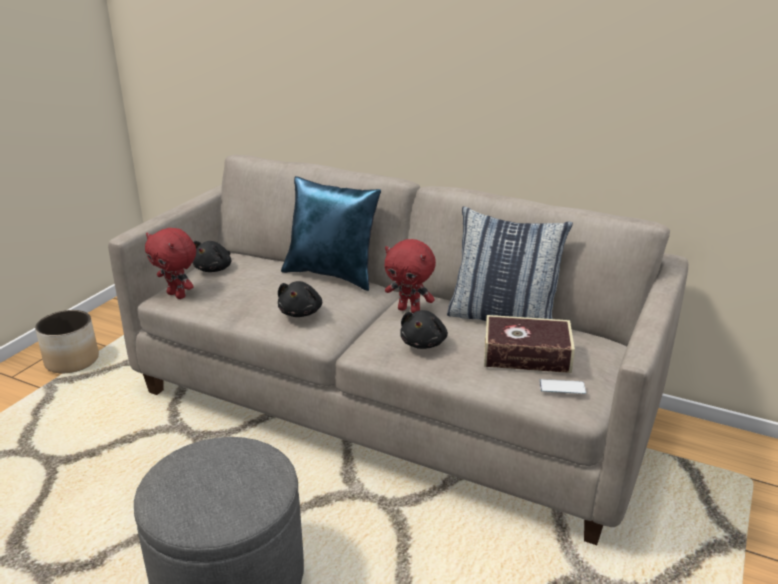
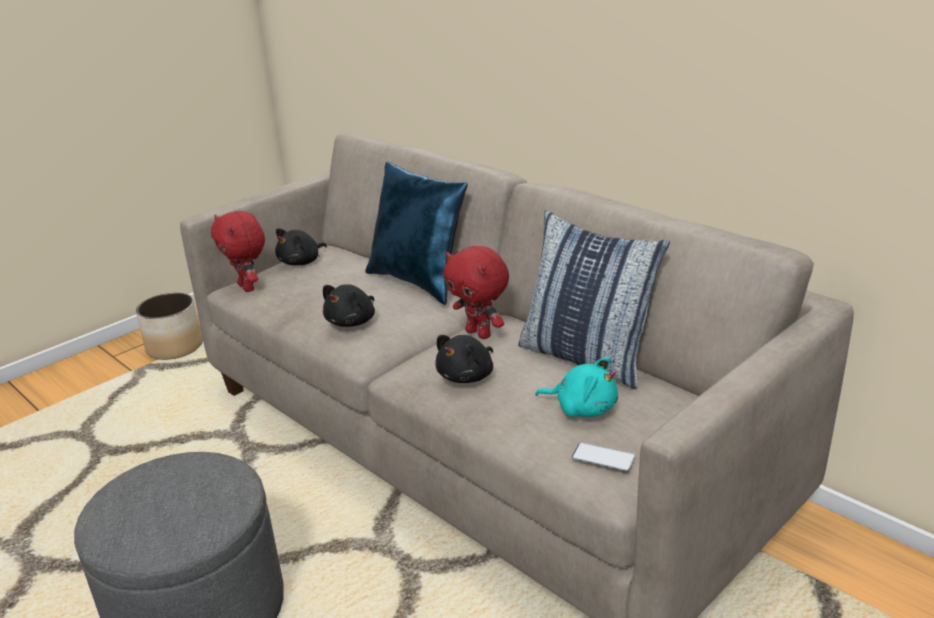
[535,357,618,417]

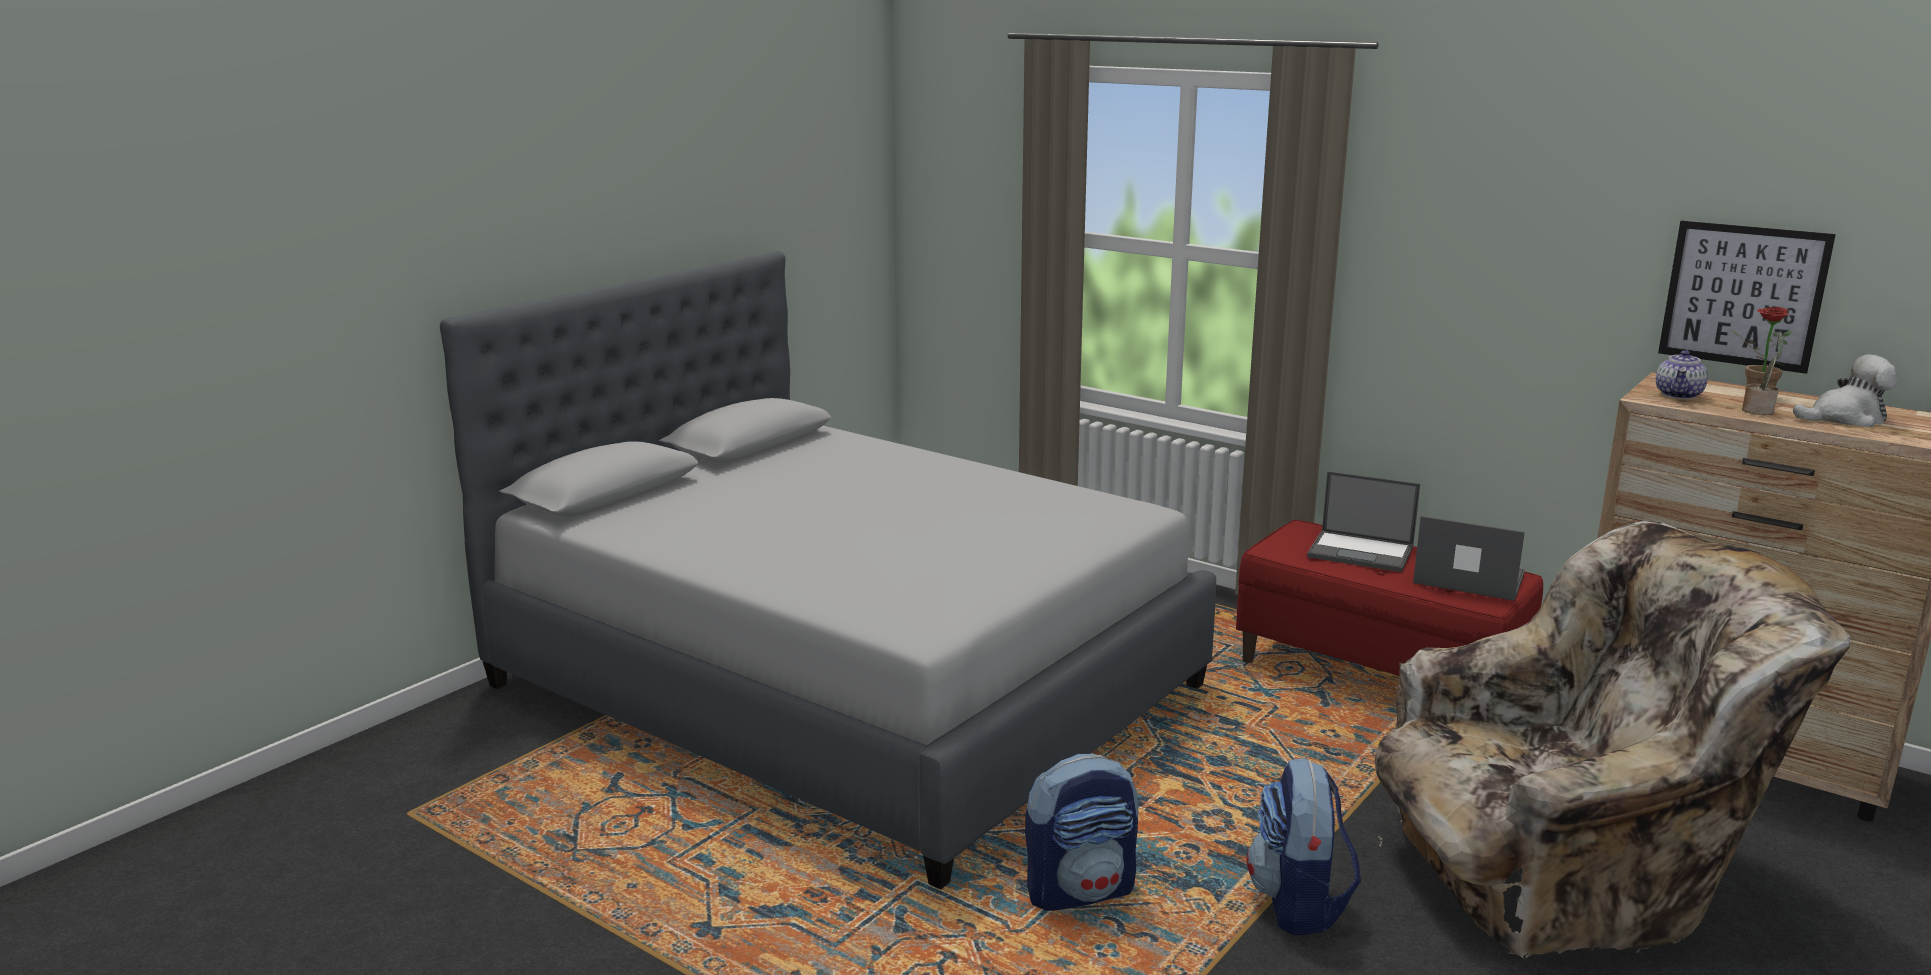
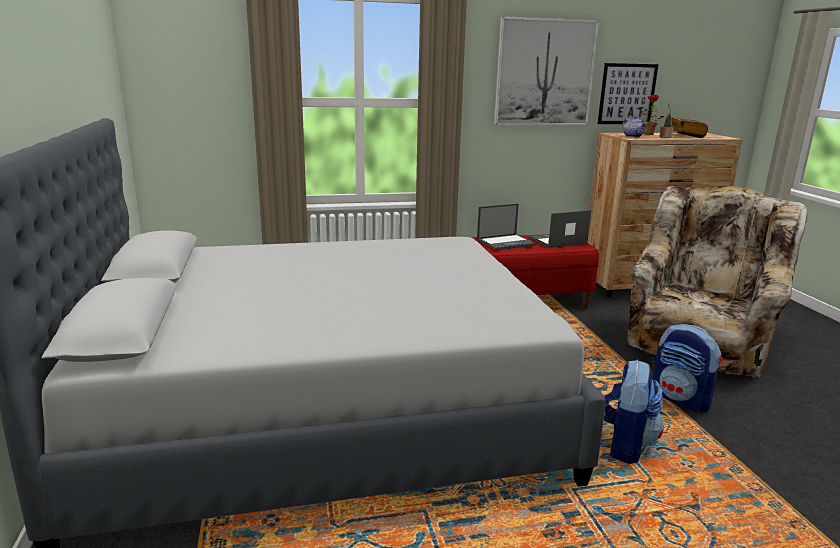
[494,16,600,125]
[671,118,708,138]

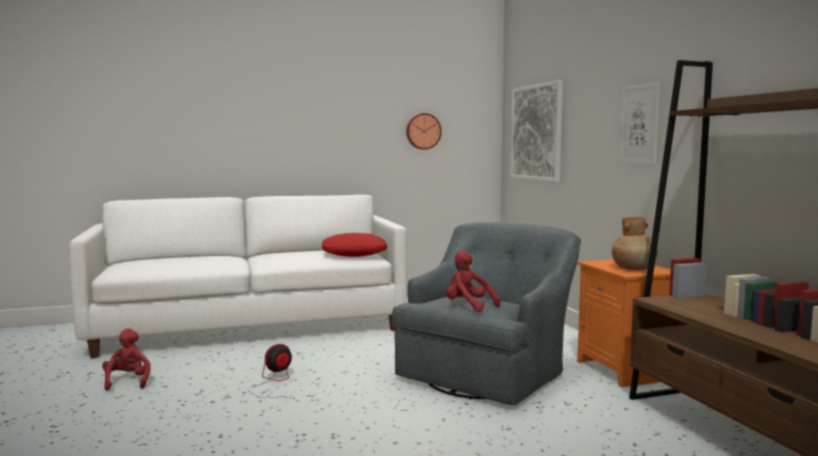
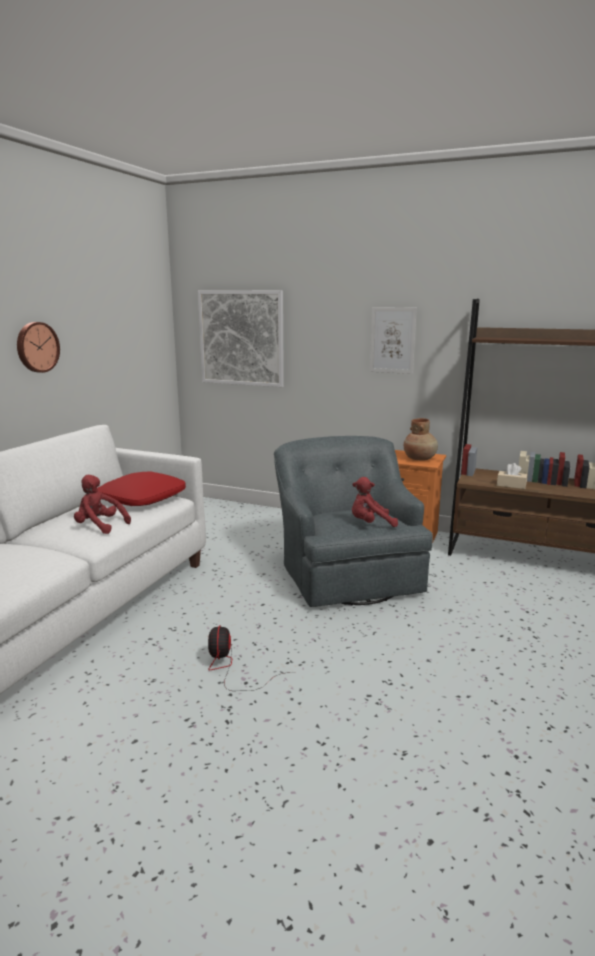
[17,322,60,373]
[74,475,131,534]
[497,463,527,489]

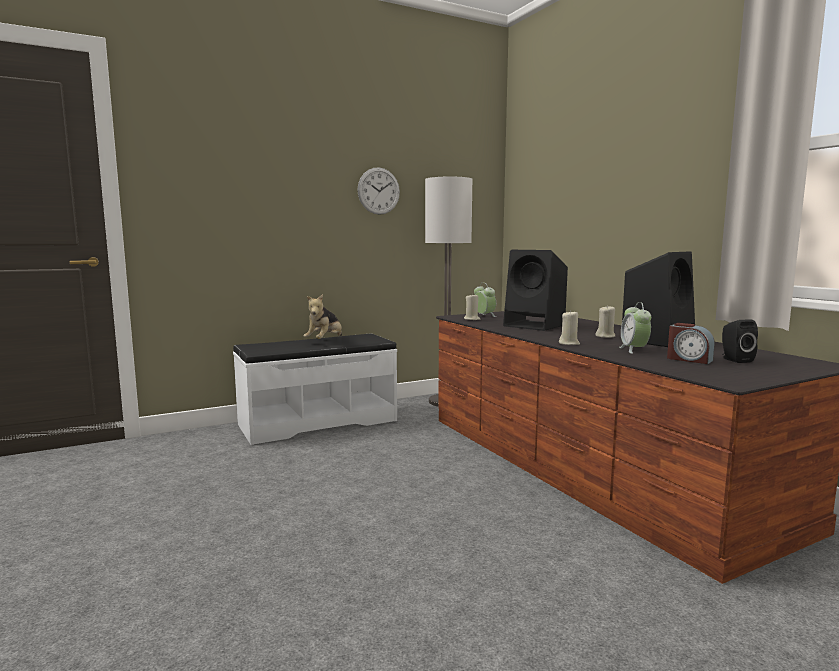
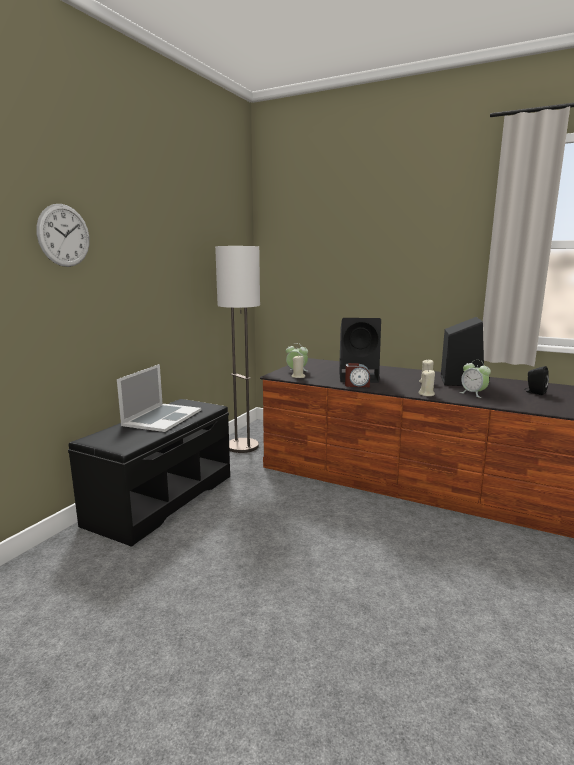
[36,204,90,267]
[68,399,230,547]
[117,364,201,432]
[345,363,370,387]

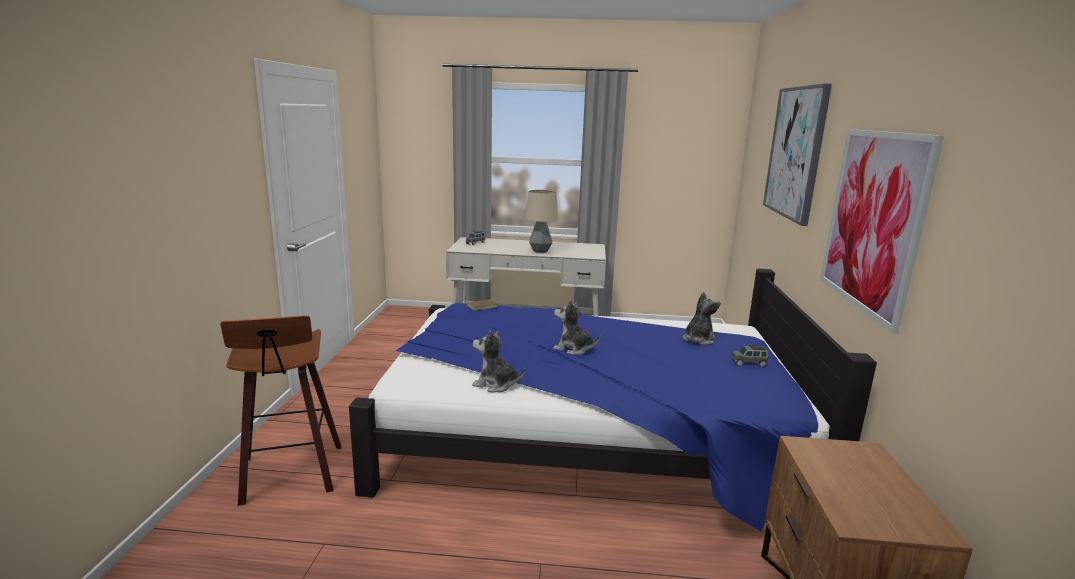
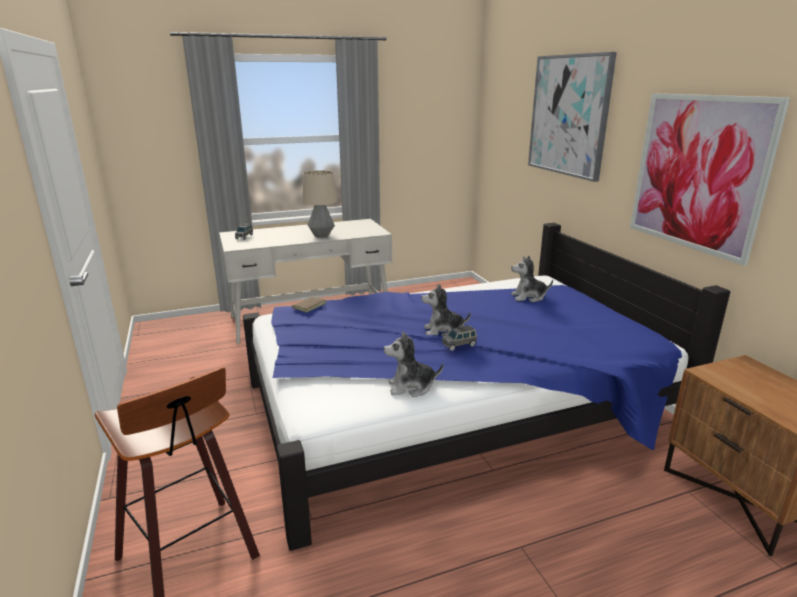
[442,325,477,351]
[511,256,553,302]

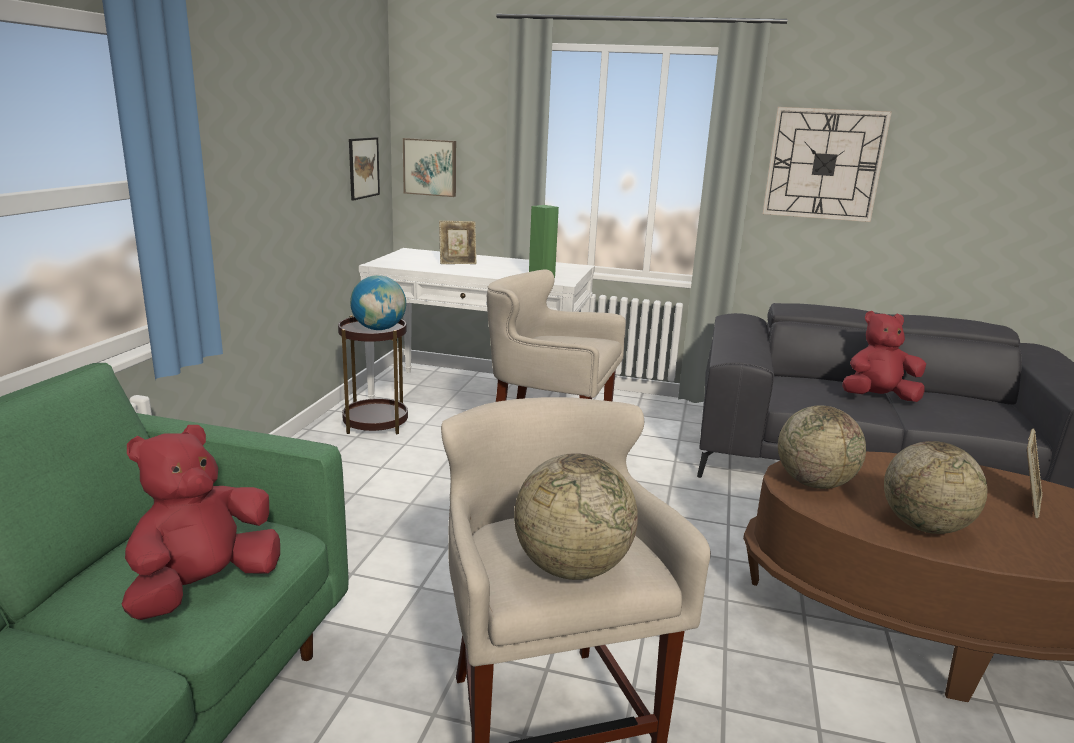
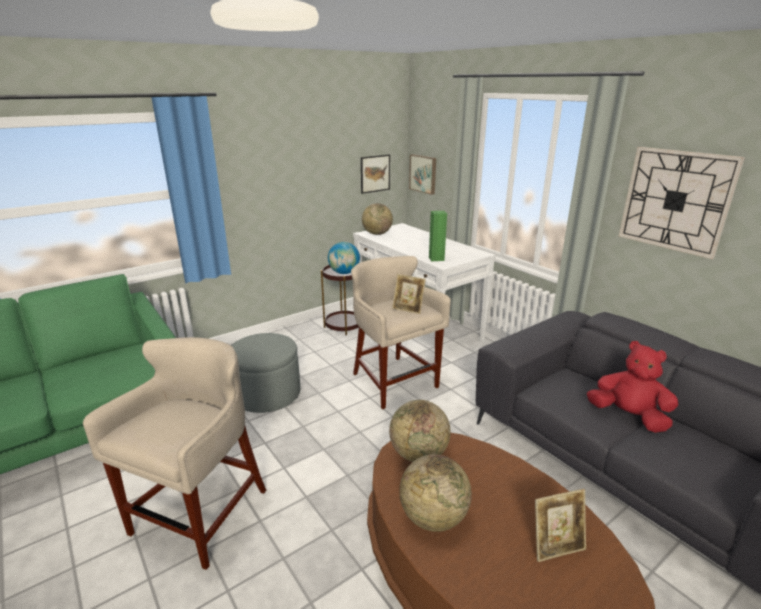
[231,333,300,413]
[362,203,393,235]
[392,274,426,314]
[122,425,280,620] (first image)

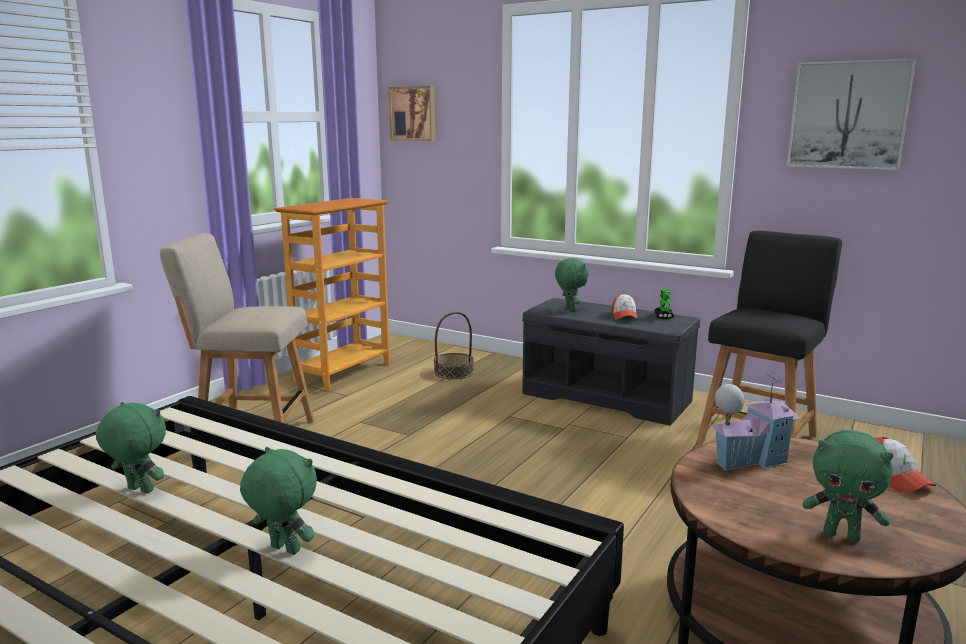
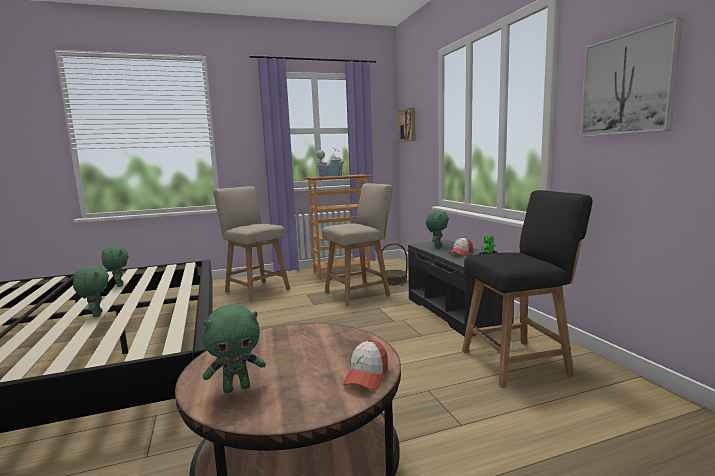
[202,305,266,393]
[316,149,345,177]
[322,183,393,306]

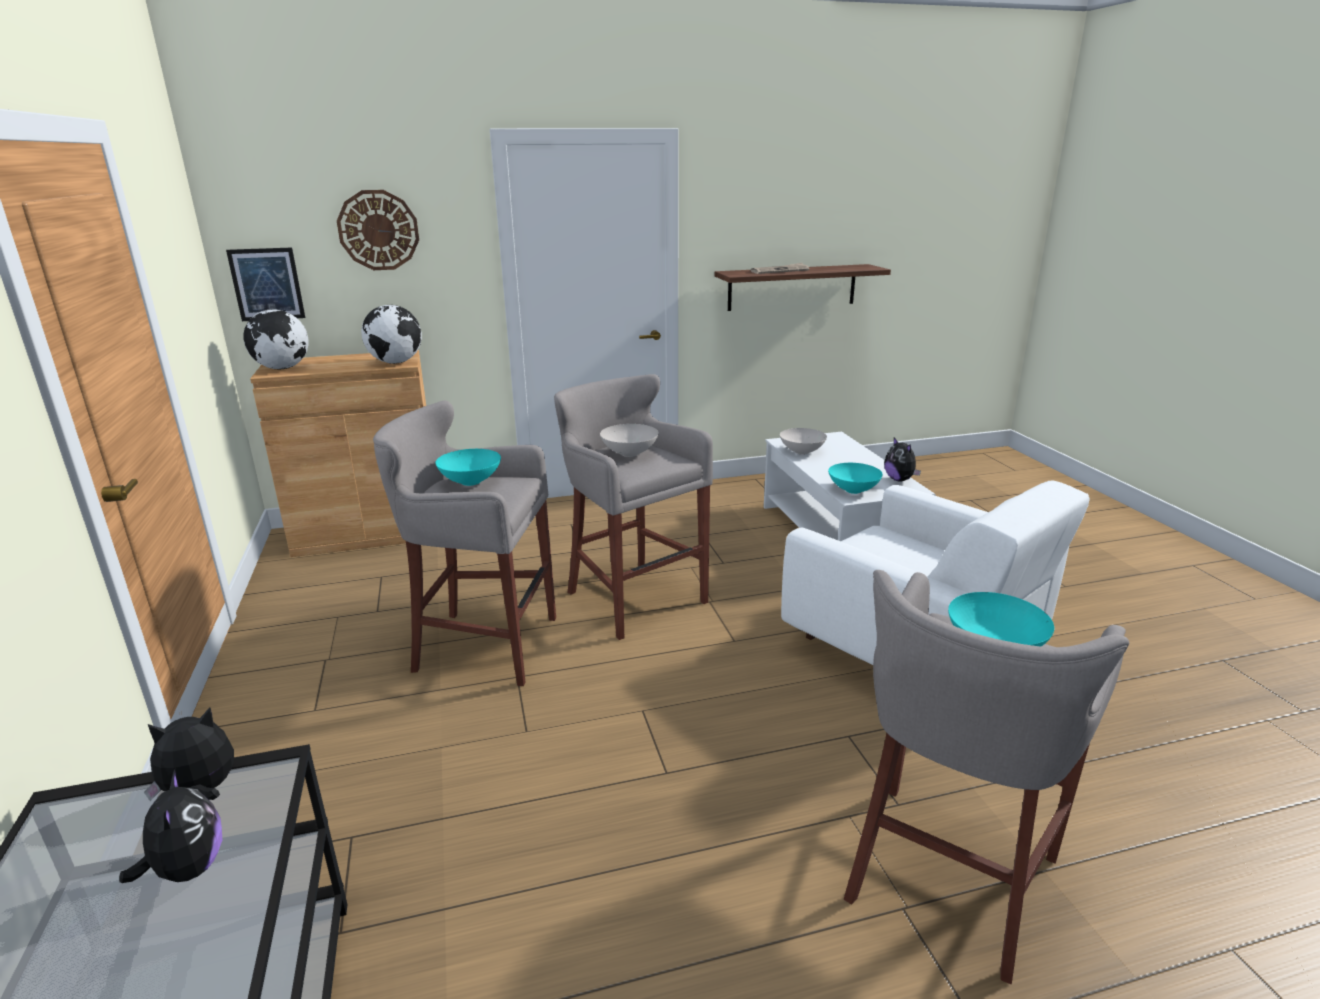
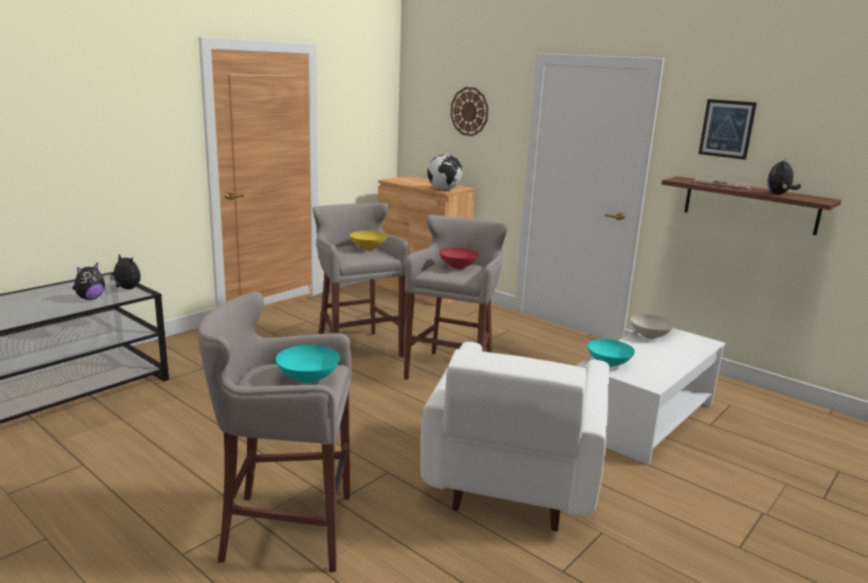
[350,231,387,250]
[439,247,479,269]
[698,99,757,160]
[767,160,801,194]
[243,309,308,369] (first image)

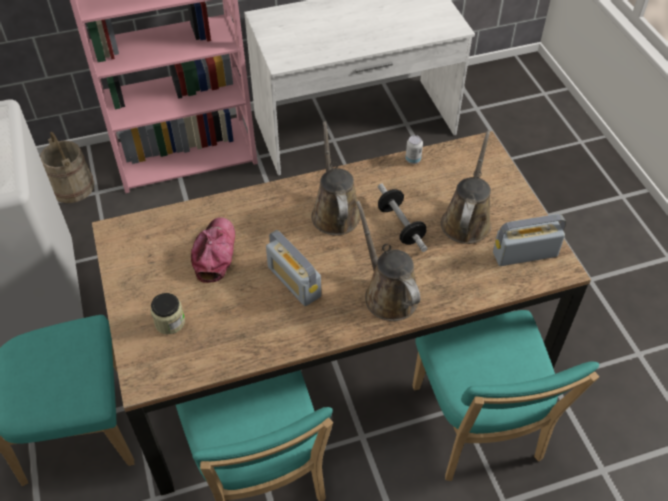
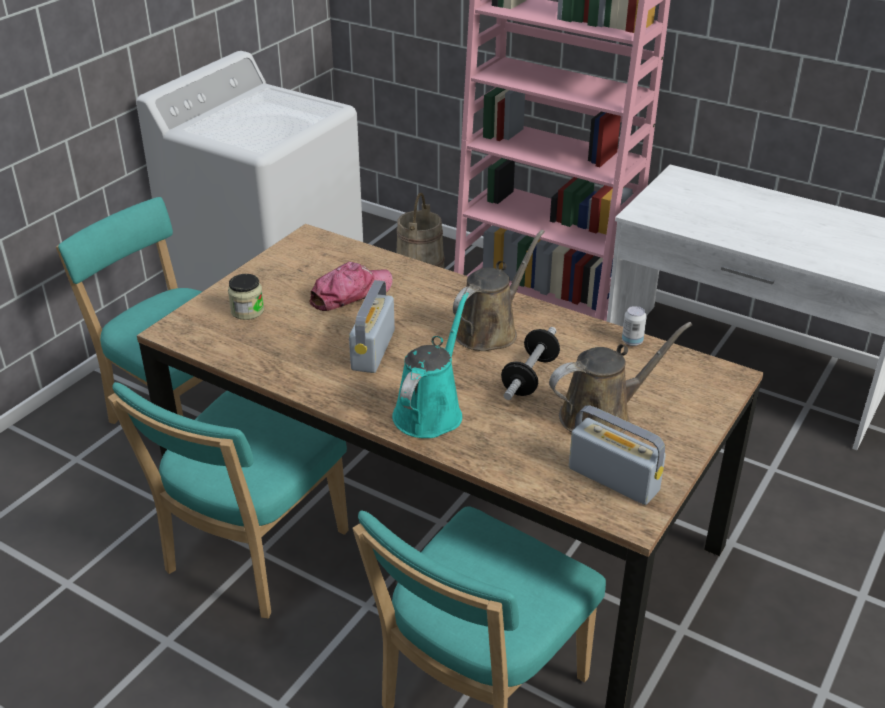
[392,292,469,438]

